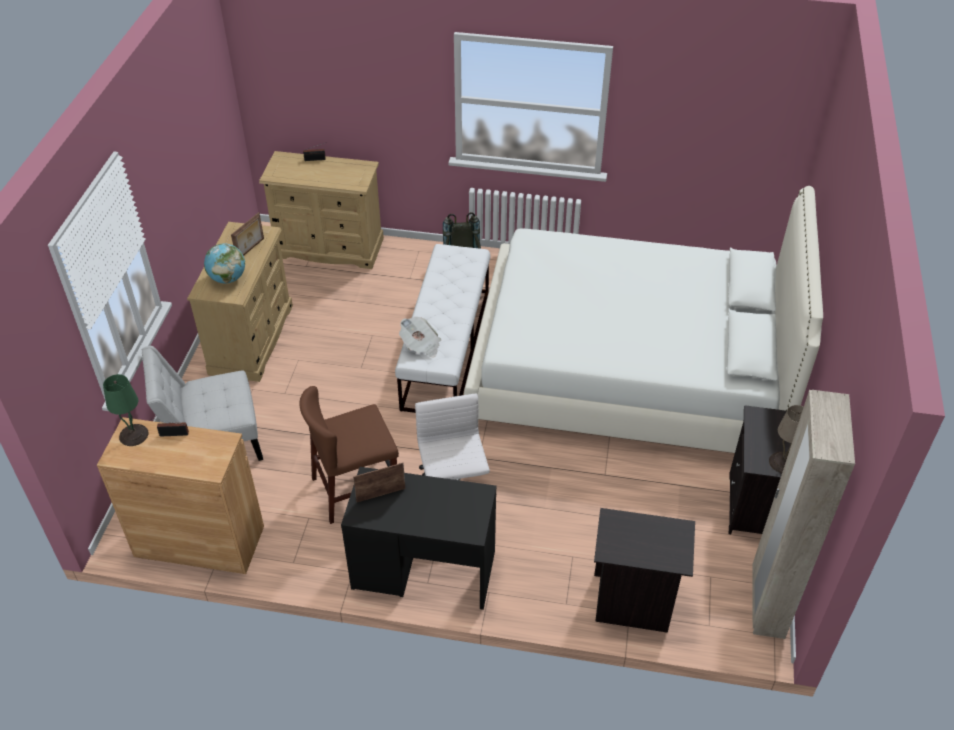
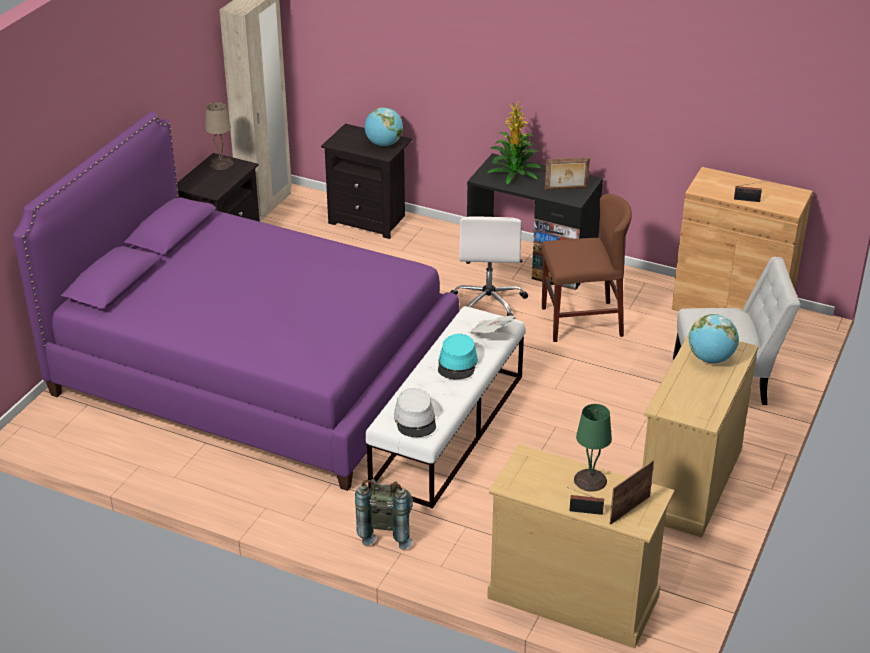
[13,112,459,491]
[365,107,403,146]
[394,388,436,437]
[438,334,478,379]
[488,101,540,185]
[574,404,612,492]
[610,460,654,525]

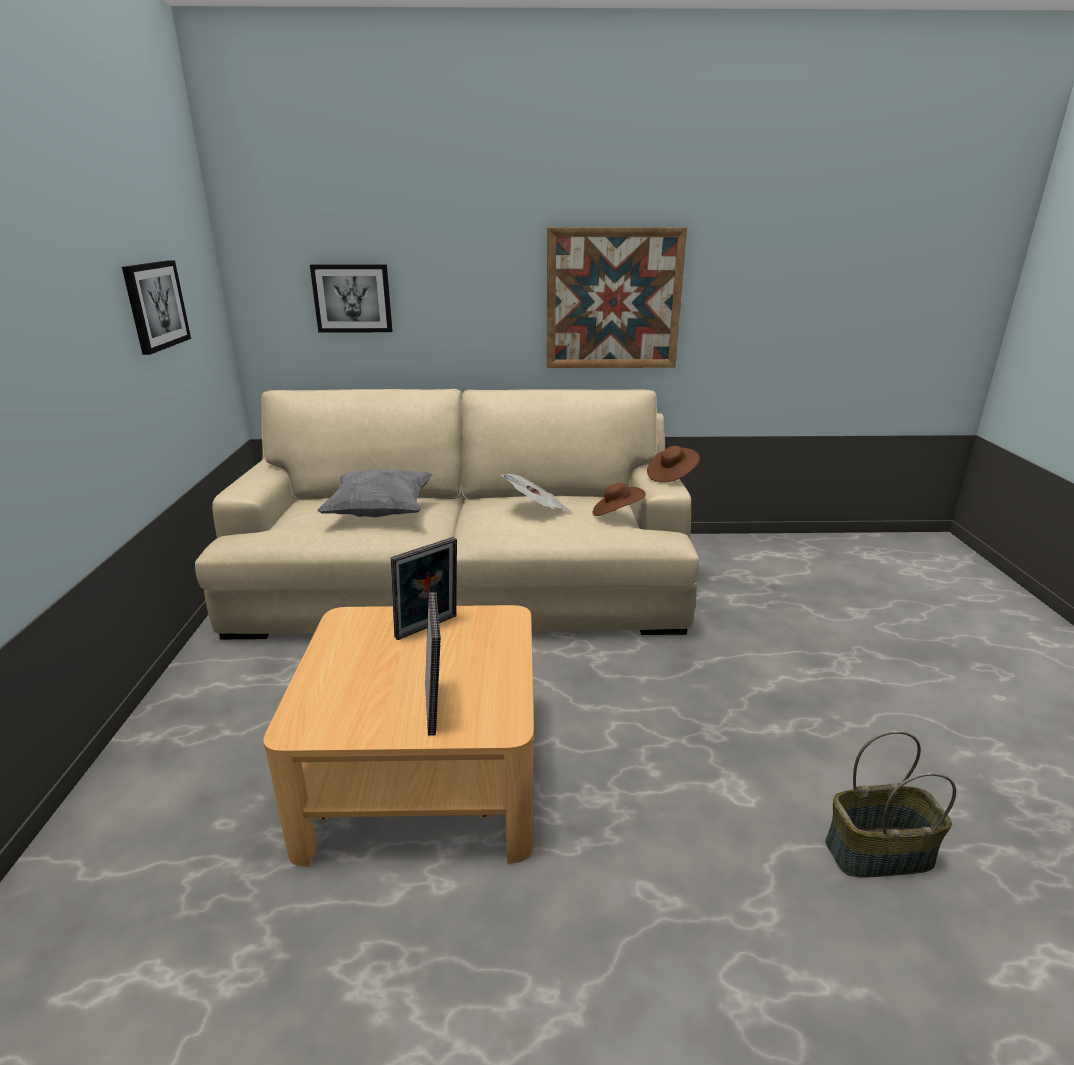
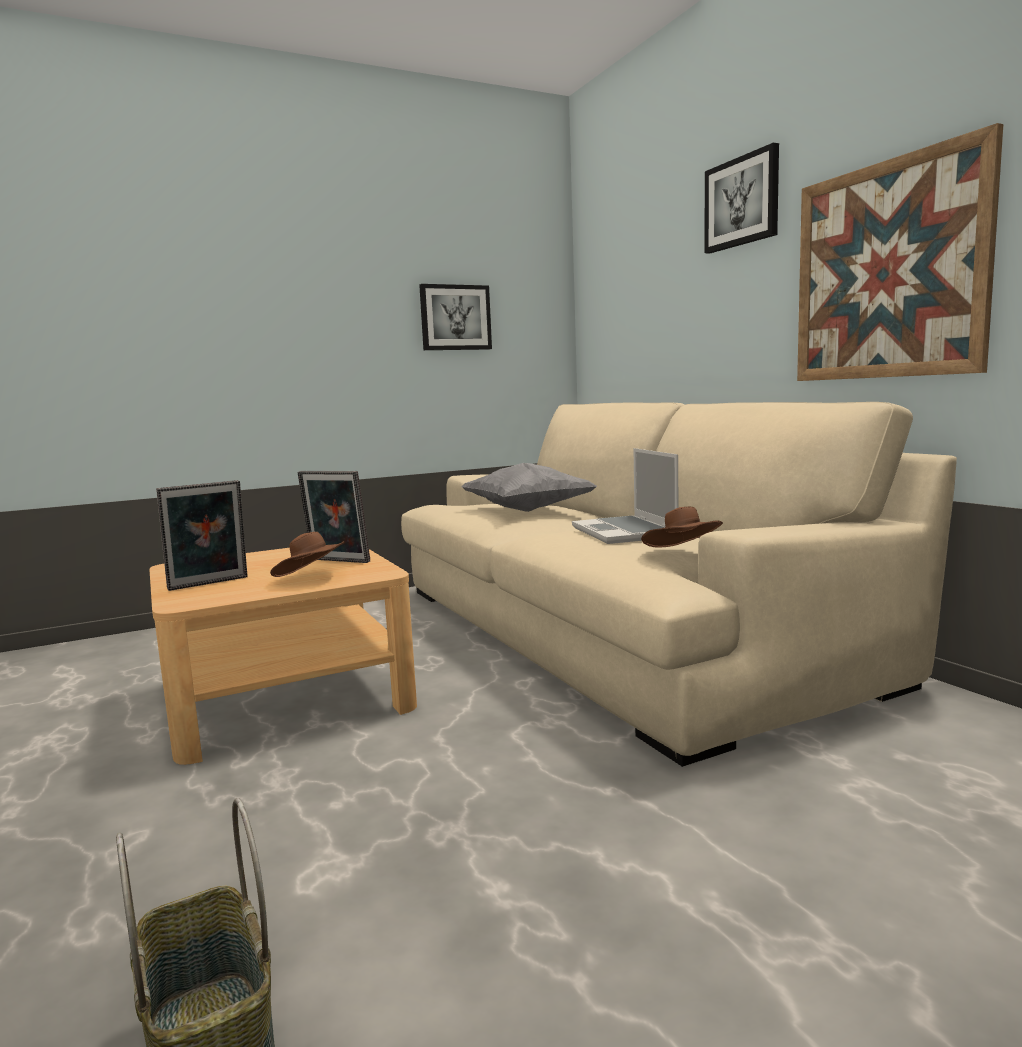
[270,532,345,577]
[572,448,678,544]
[704,143,779,254]

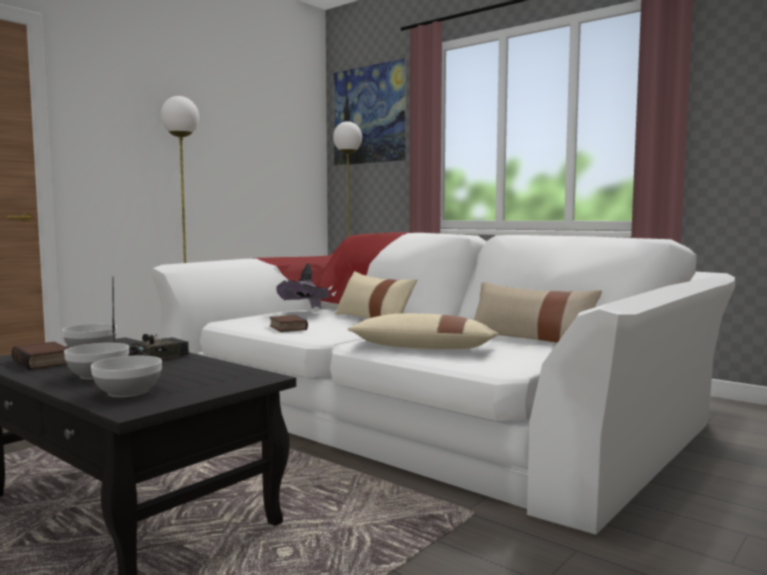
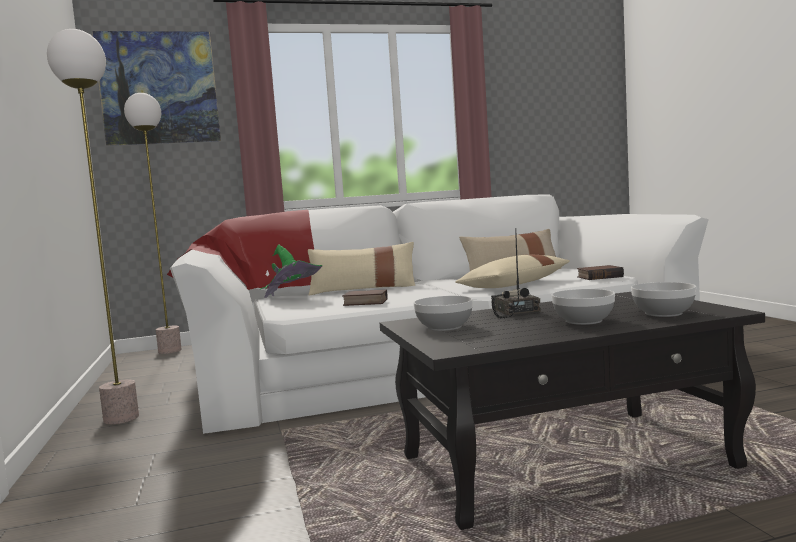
[259,245,322,298]
[577,265,624,280]

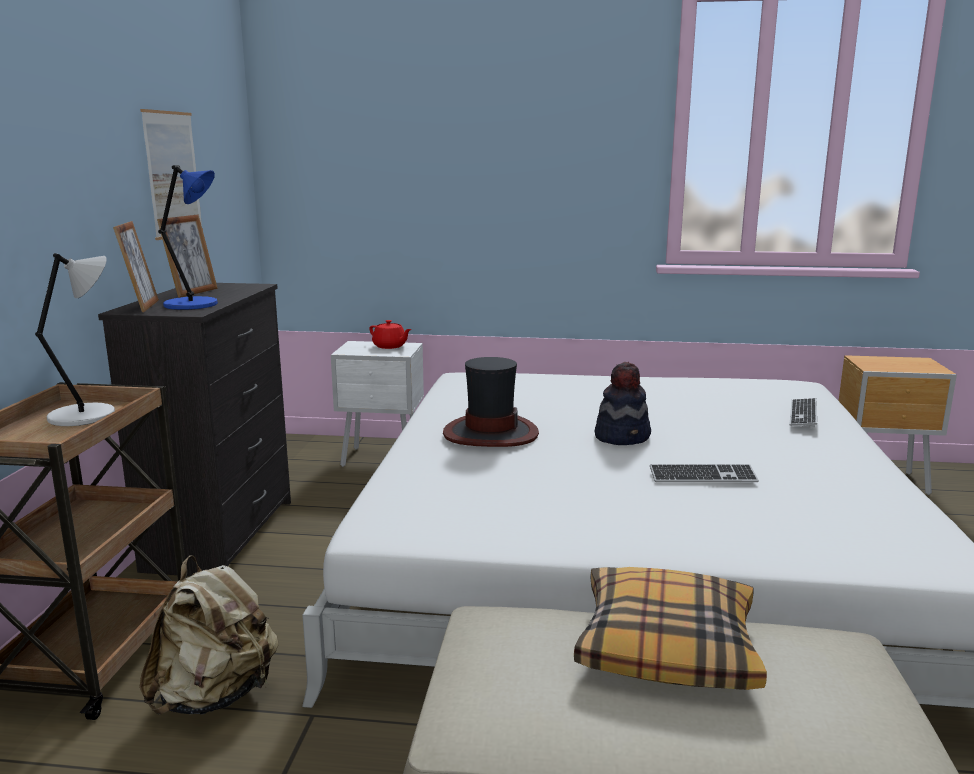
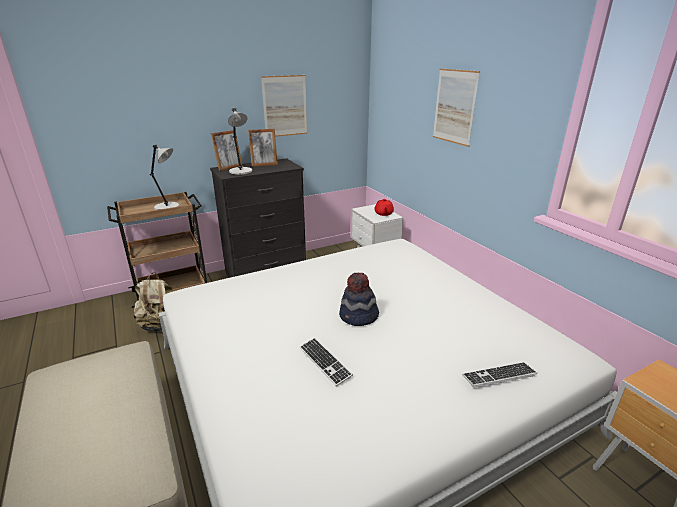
[228,108,252,175]
[433,68,480,147]
[443,357,539,447] (first image)
[574,567,767,690] (first image)

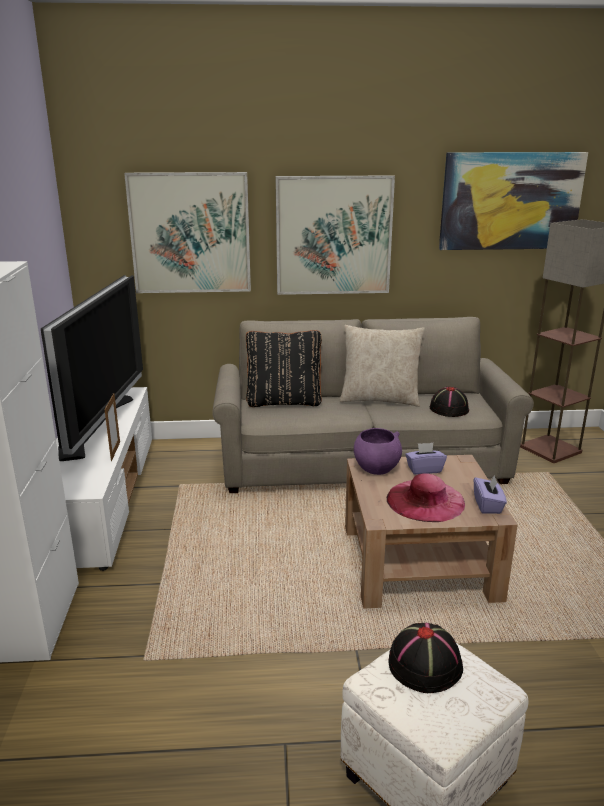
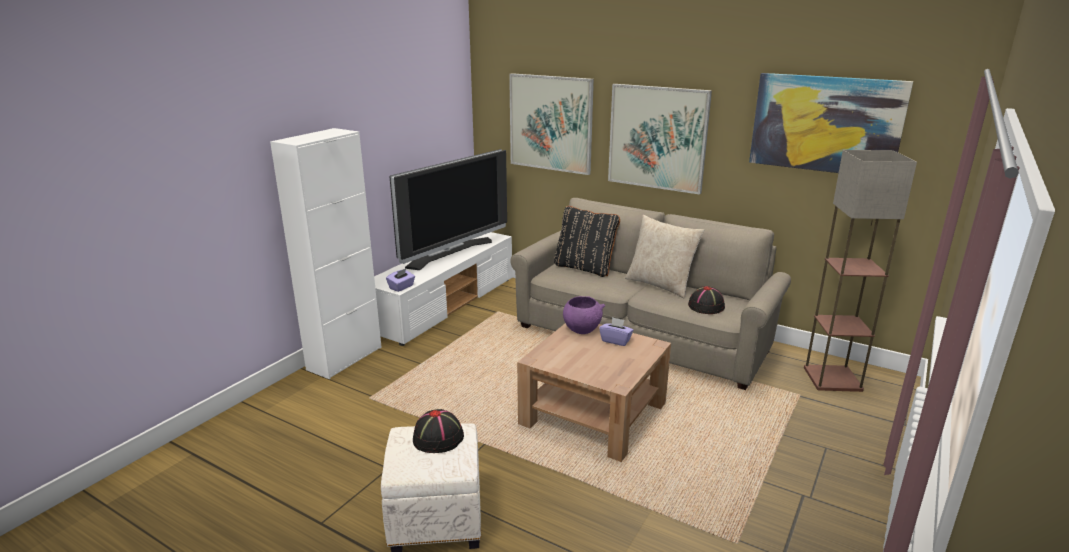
[386,269,415,292]
[104,393,120,461] (first image)
[387,473,465,522] (first image)

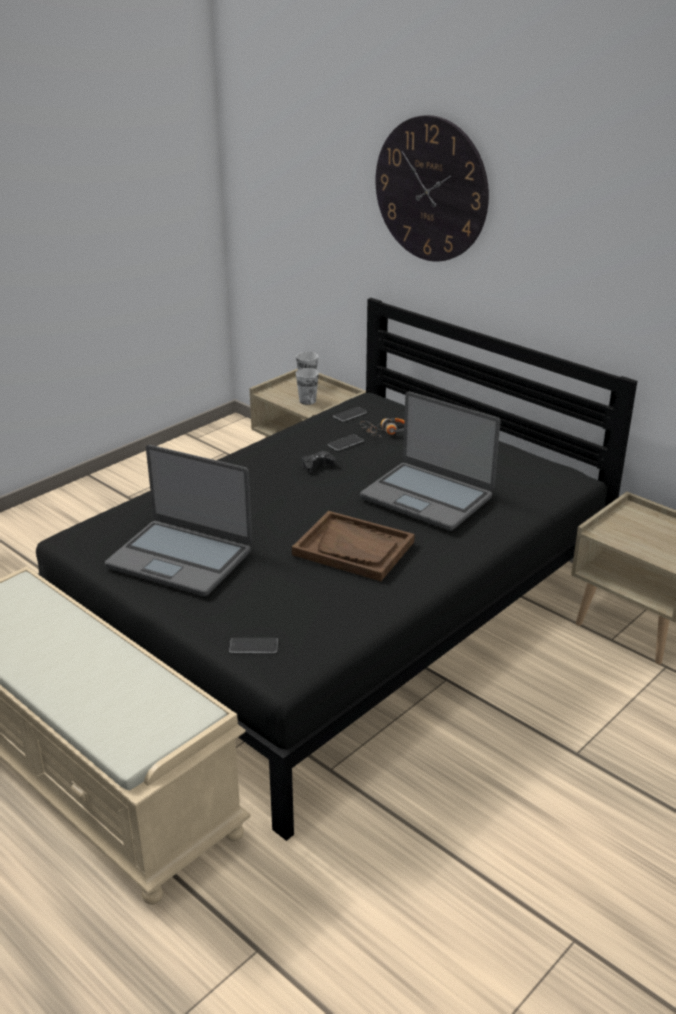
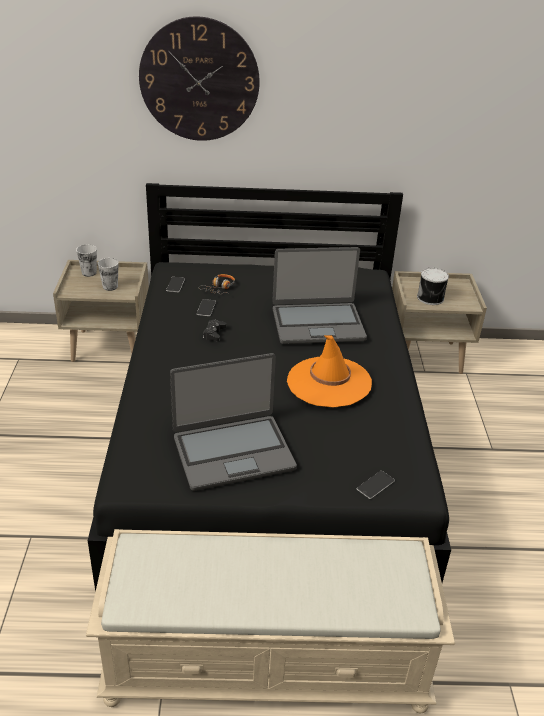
[287,335,372,407]
[417,268,449,305]

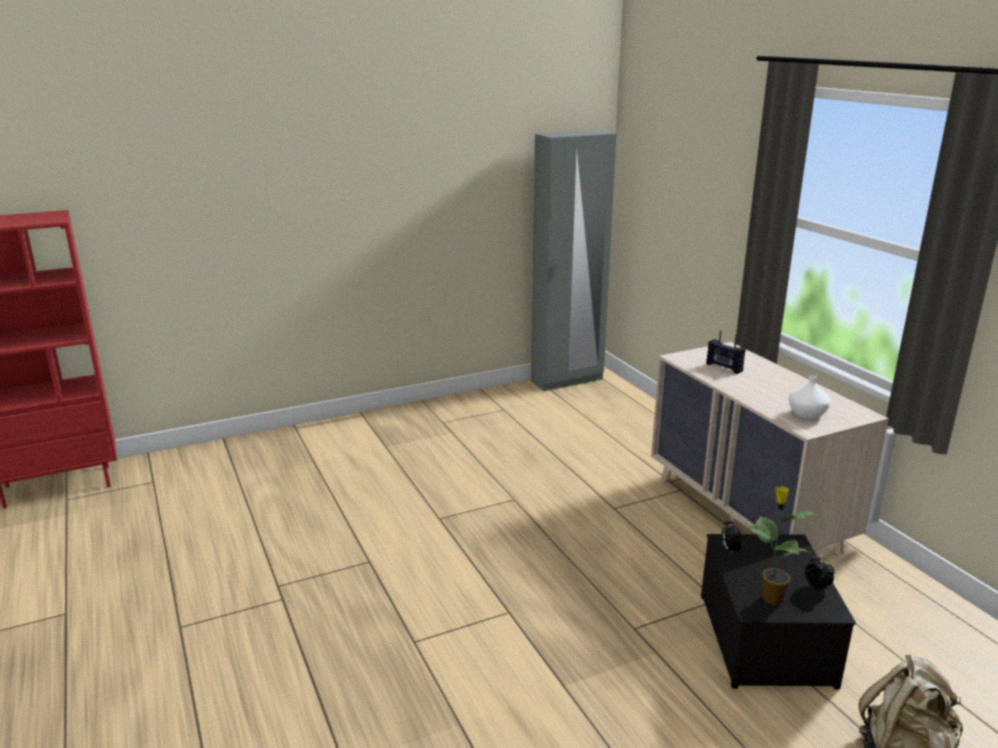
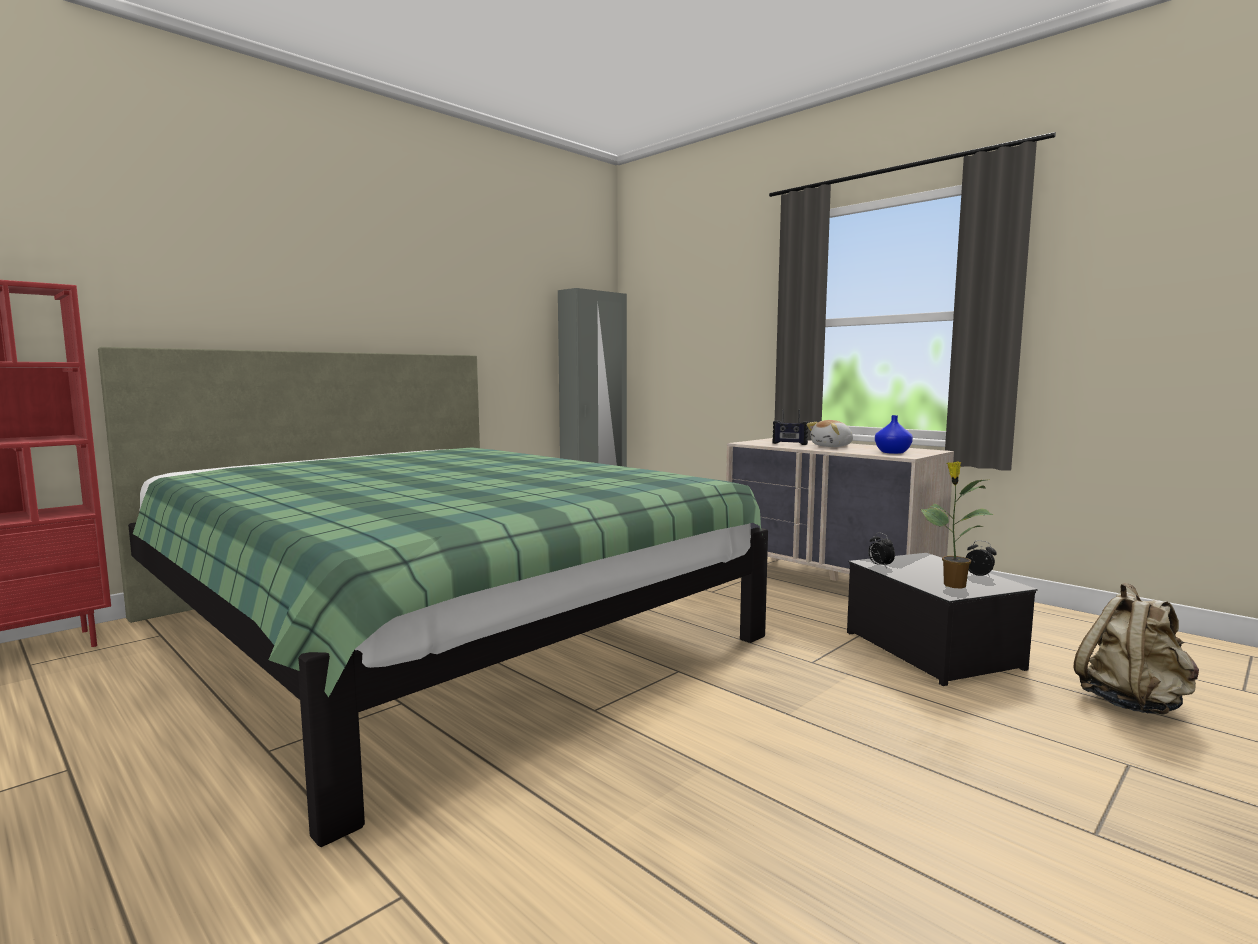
[98,347,768,847]
[807,420,853,447]
[875,415,913,454]

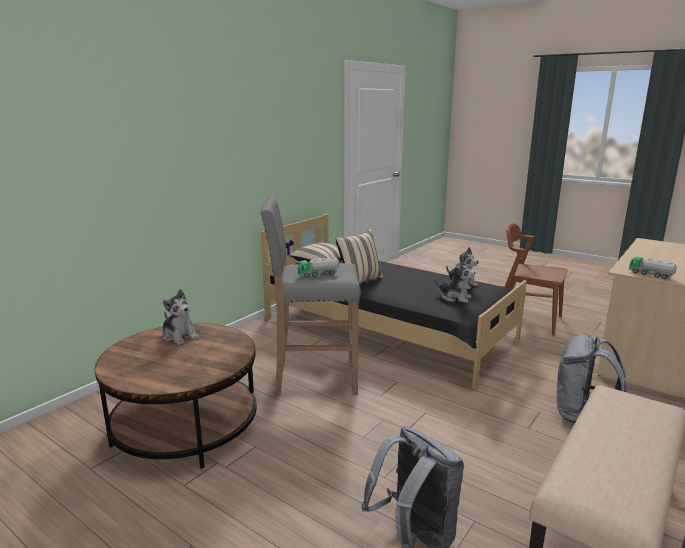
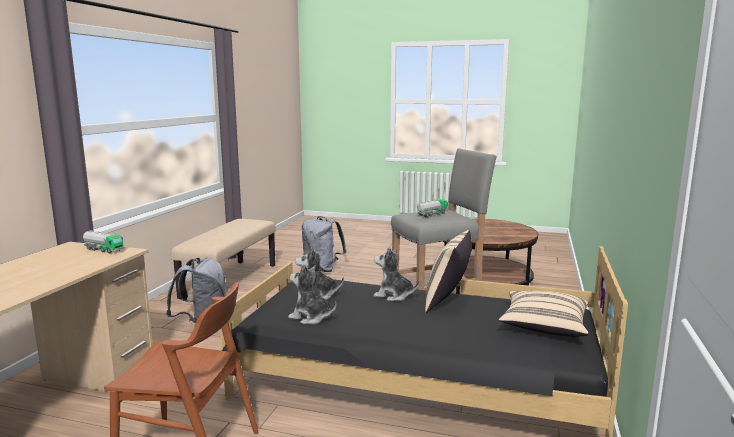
[374,247,420,301]

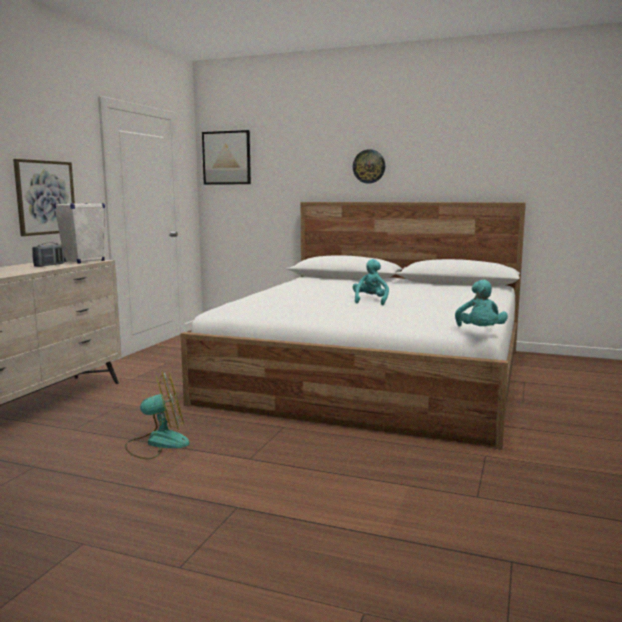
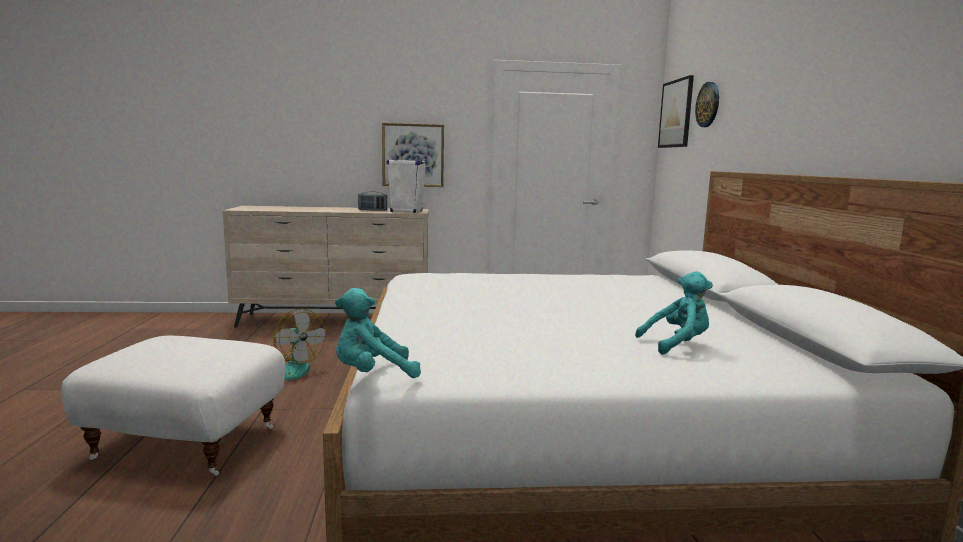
[61,336,286,476]
[635,271,713,355]
[695,82,719,127]

